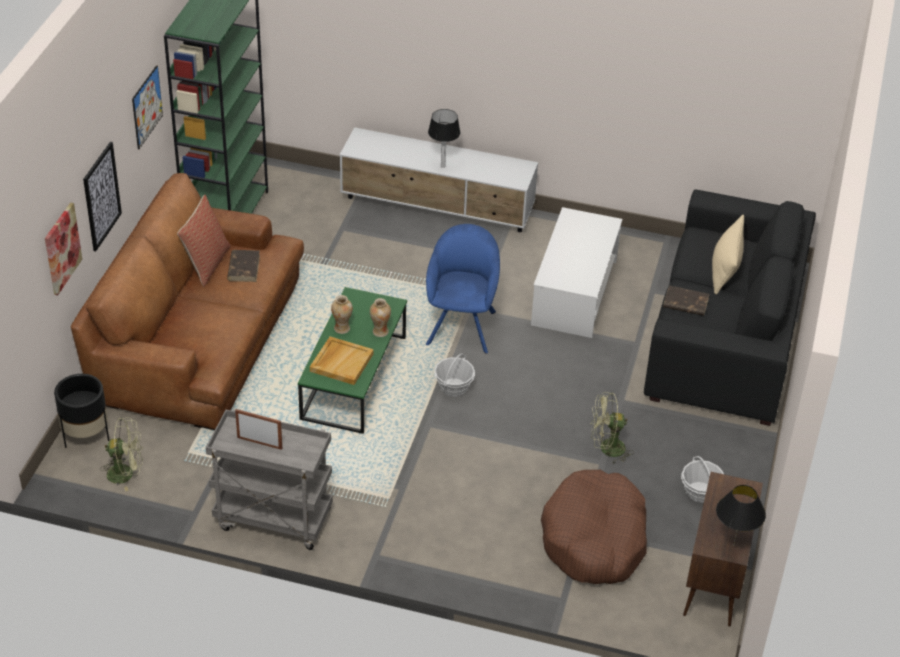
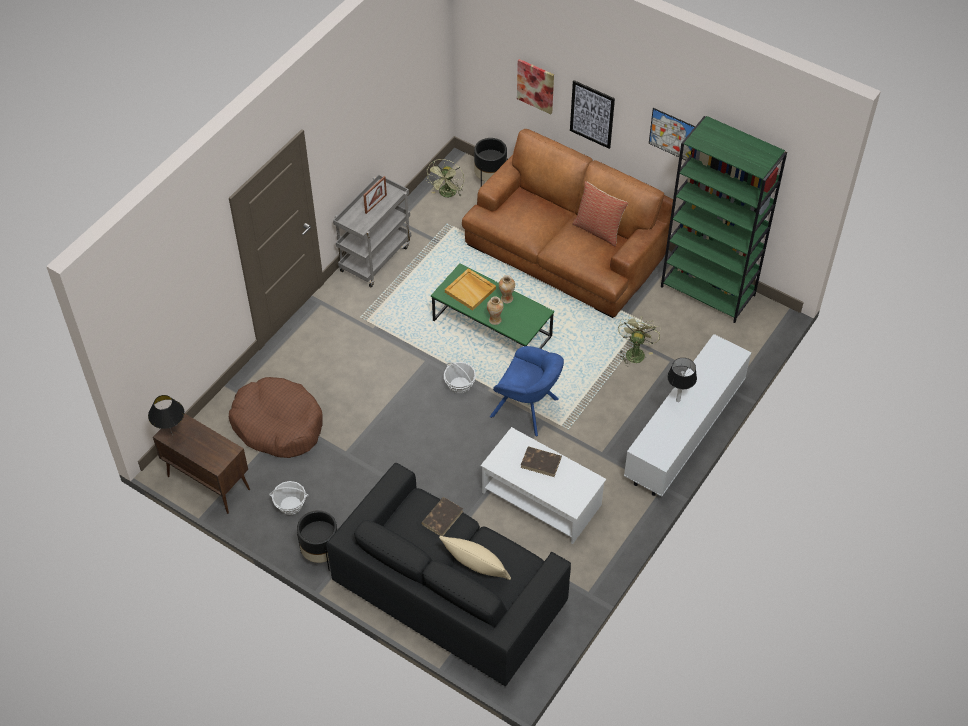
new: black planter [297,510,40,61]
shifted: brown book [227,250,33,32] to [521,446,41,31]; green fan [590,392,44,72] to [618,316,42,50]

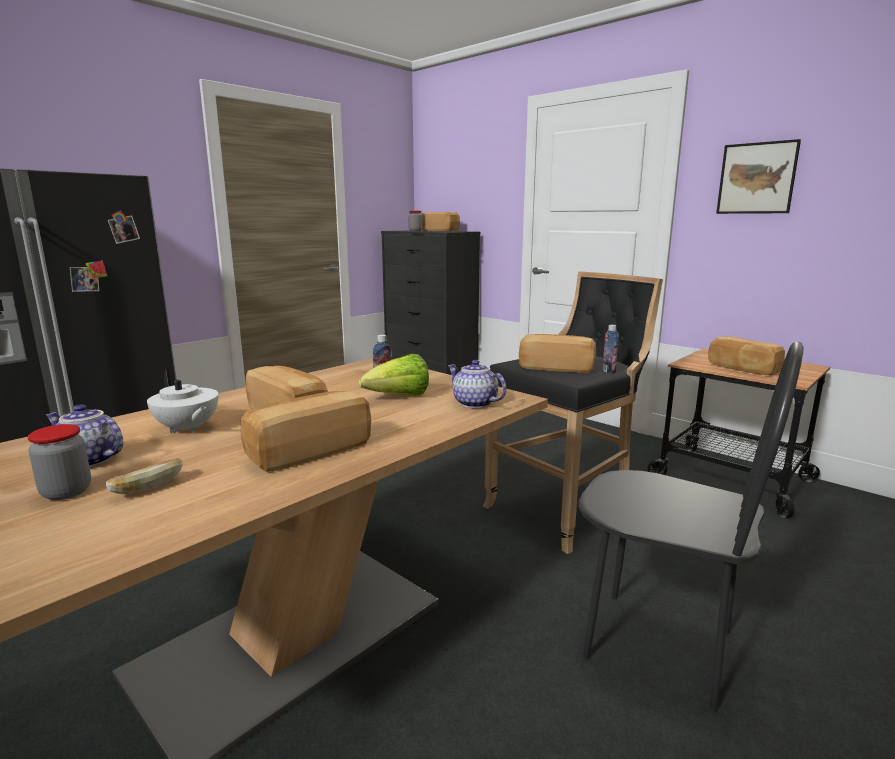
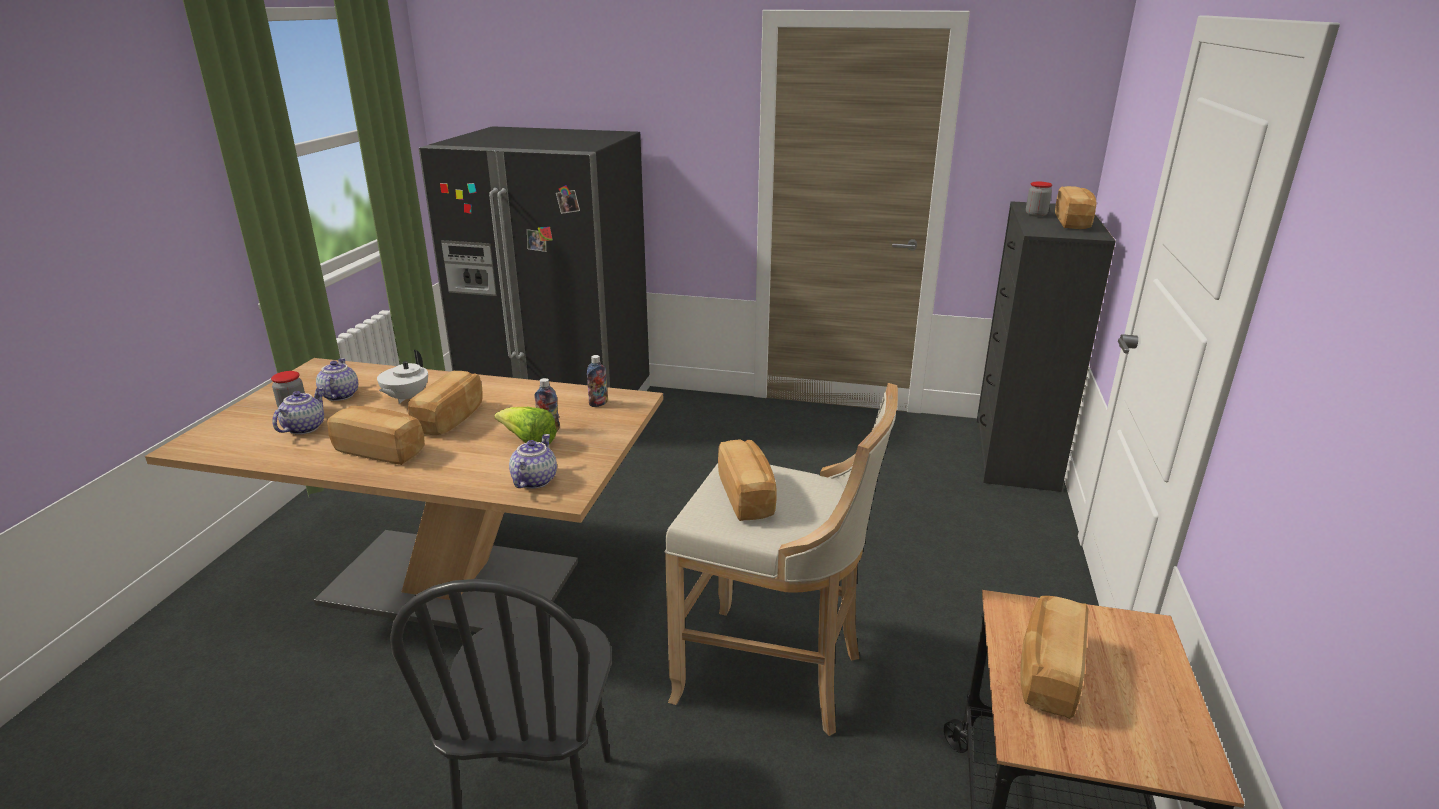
gone: picture [716,139,85,75]
shifted: bottle [602,325,17,49] to [587,355,21,52]
swapped: bread [106,458,77,36] to teapot [272,387,52,48]
repainted: black stool [483,272,180,282] to beige stool [665,383,233,353]

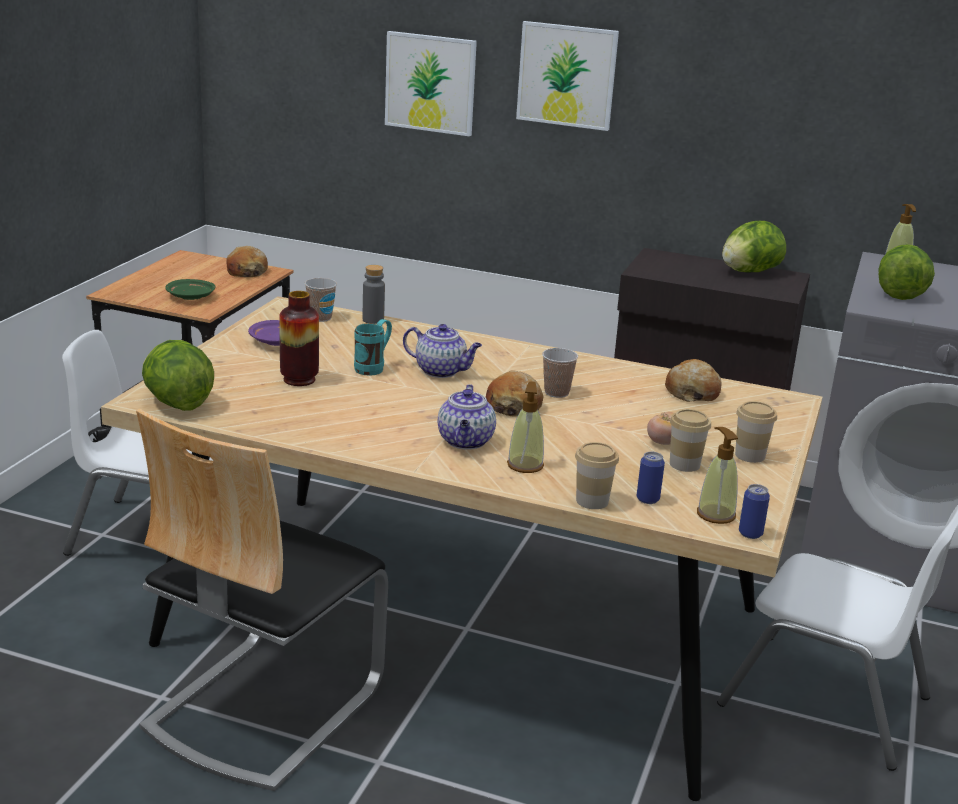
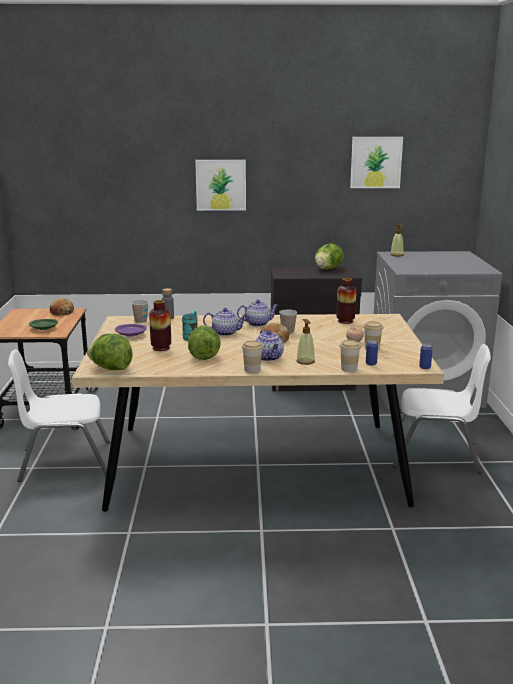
gone: chair [136,409,252,382]; soap dispenser [697,427,41,97]
new: teapot [237,300,41,27]
shifted: picture [385,31,92,105] to [350,137,53,51]; cup [735,401,42,62] to [242,340,21,33]; lettuce [878,244,57,56] to [188,325,33,35]
swapped: bread [665,359,56,43] to vase [337,278,19,46]

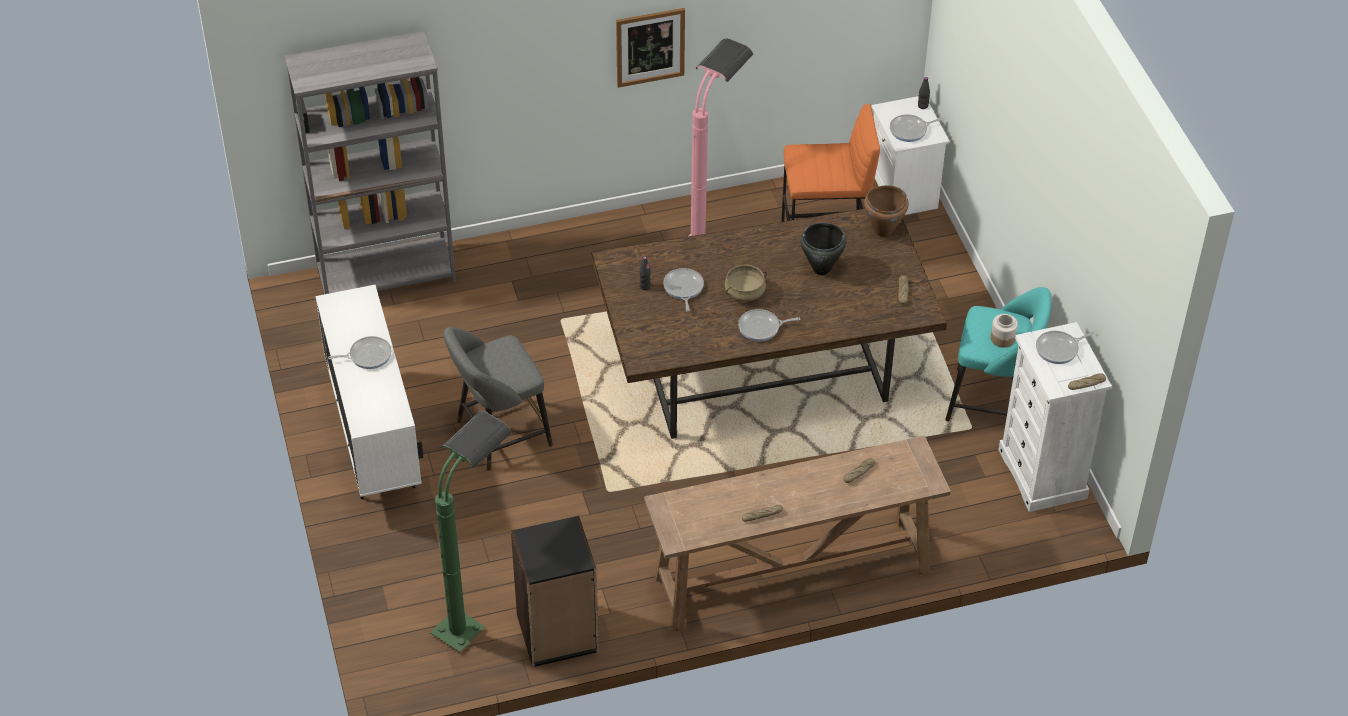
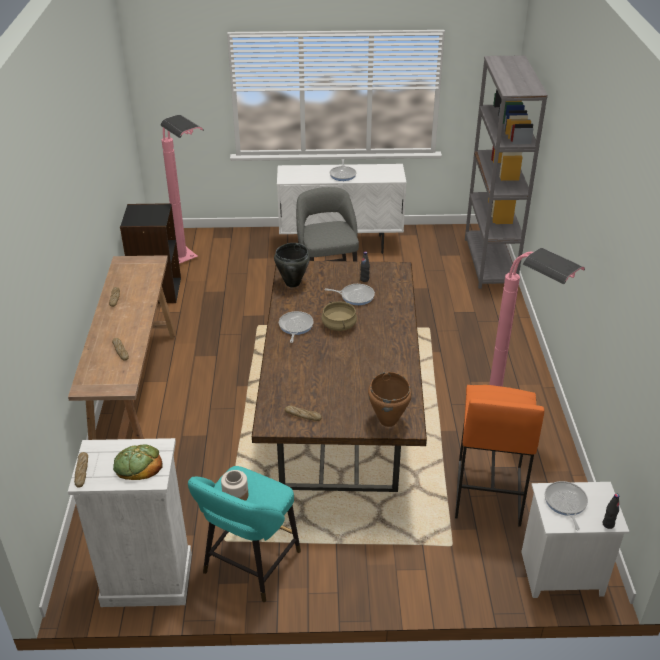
gone: picture [616,8,69,80]
shifted: black cooking pot [800,223,47,52] to [274,243,36,45]
swapped: frying pan [1036,331,59,33] to bread [113,445,50,35]
repainted: green floor lamp [430,411,82,241] to pink floor lamp [160,115,44,149]

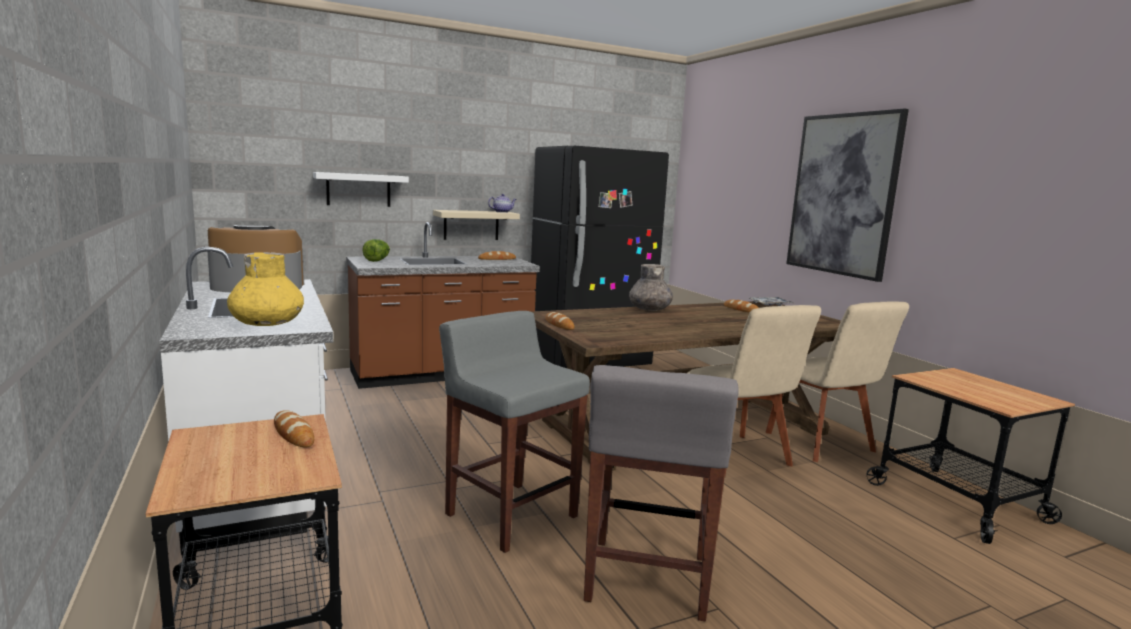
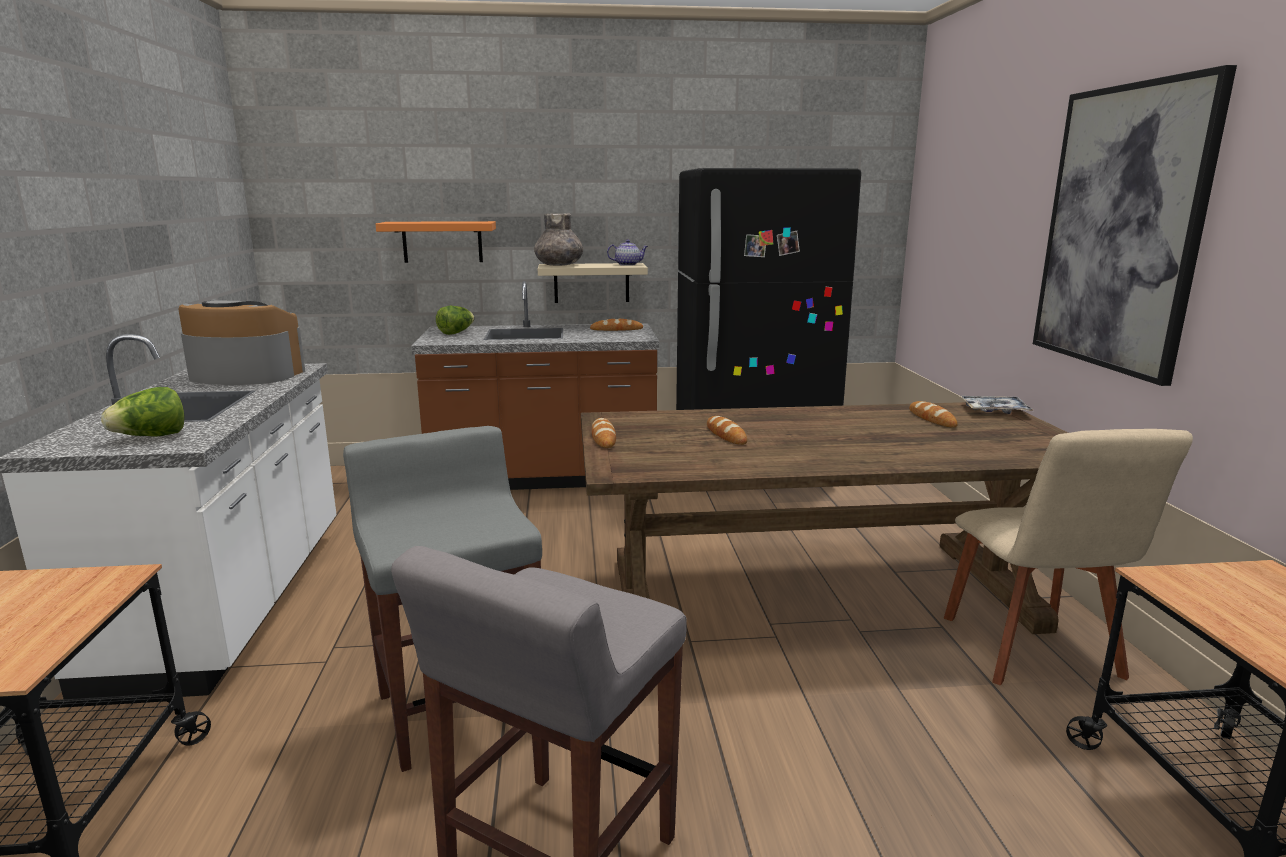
gone: beige chair [688,305,133,170]
shifted: bread [274,410,40,38] to [707,416,40,29]; grey vase [629,264,44,47] to [534,213,49,53]
swapped: yellow vase [227,252,77,74] to lettuce [101,387,83,50]
repainted: white shelf [313,172,96,35] to orange shelf [376,221,120,42]

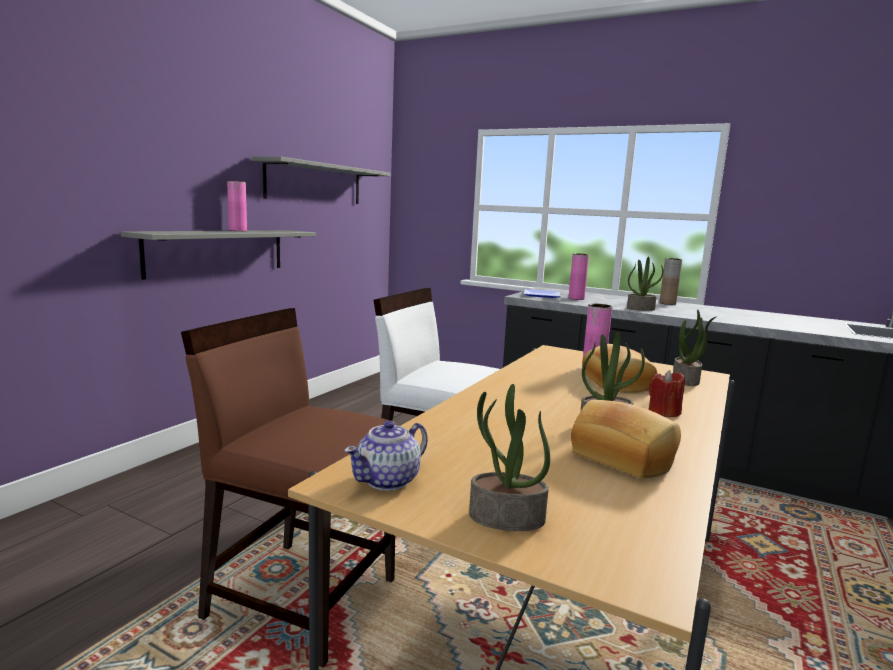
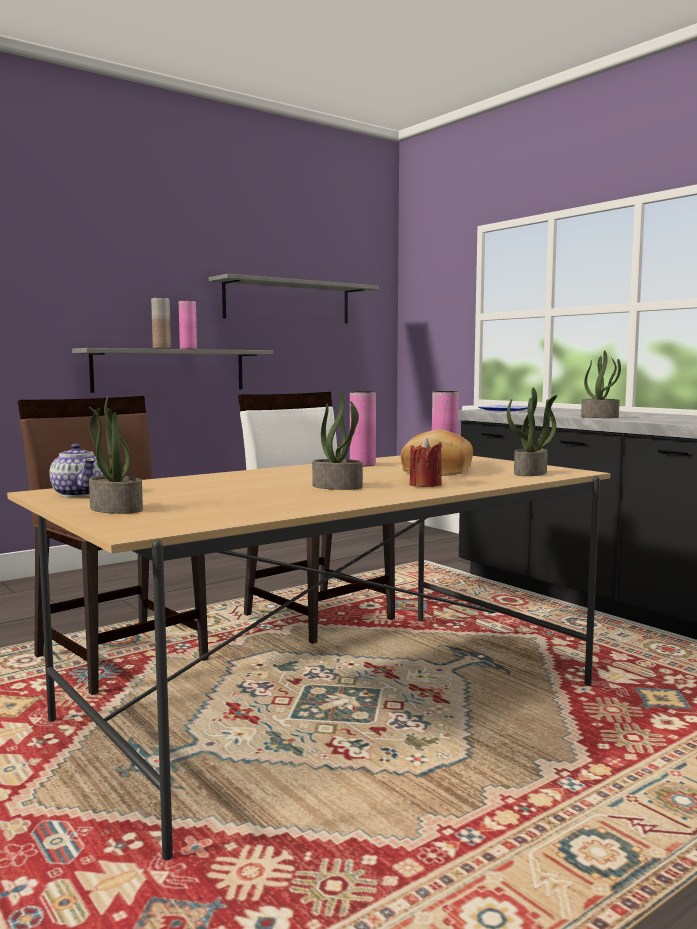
gone: bread [571,400,110,78]
shifted: pink vase [568,253,21,47] to [350,391,26,75]; brown vase [659,258,23,47] to [151,297,20,52]
rotated: teapot [344,420,84,71] = [50,444,54,53] 105 degrees counterclockwise

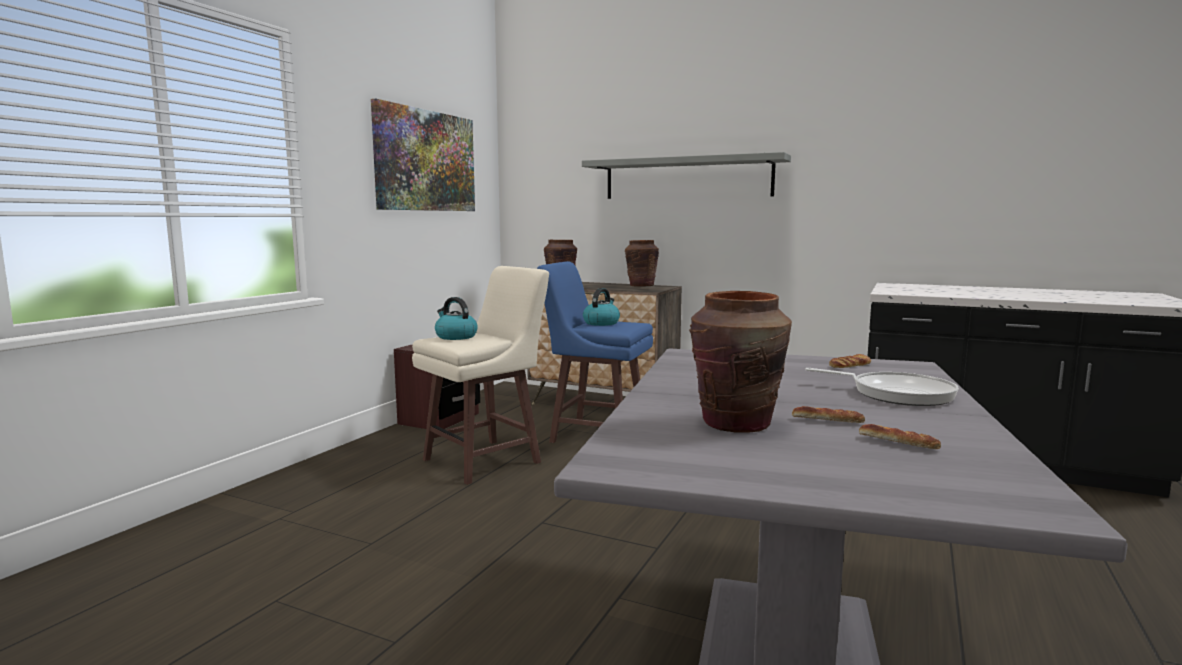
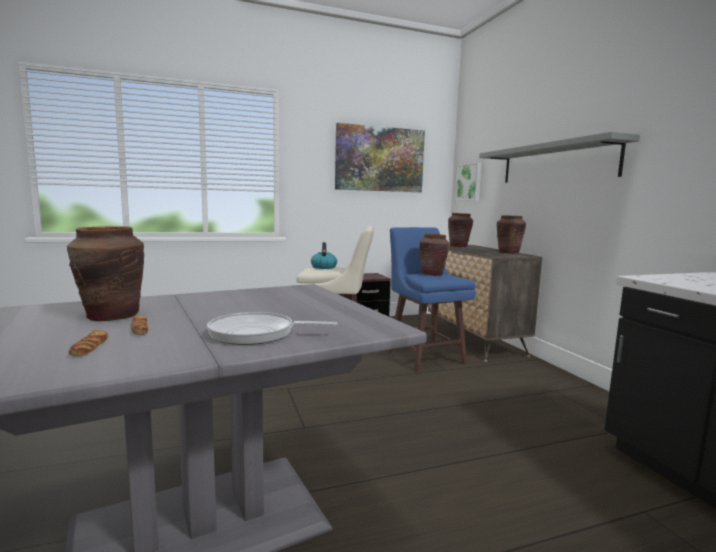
gone: bread [829,354,42,14]
new: picture [455,162,27,39]
swapped: kettle [583,288,37,38] to brown vase [420,234,30,42]
rotated: frying pan [805,368,154,38] = [207,312,131,33] 105 degrees clockwise

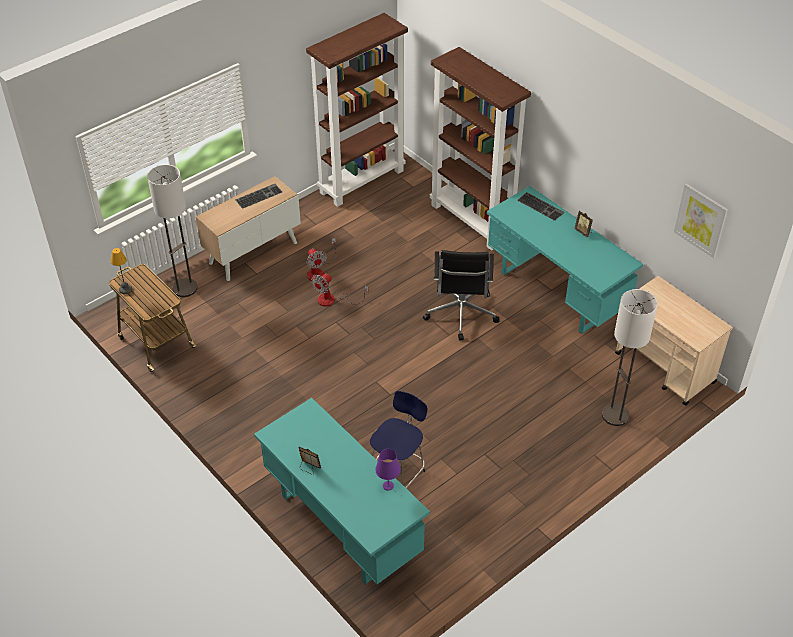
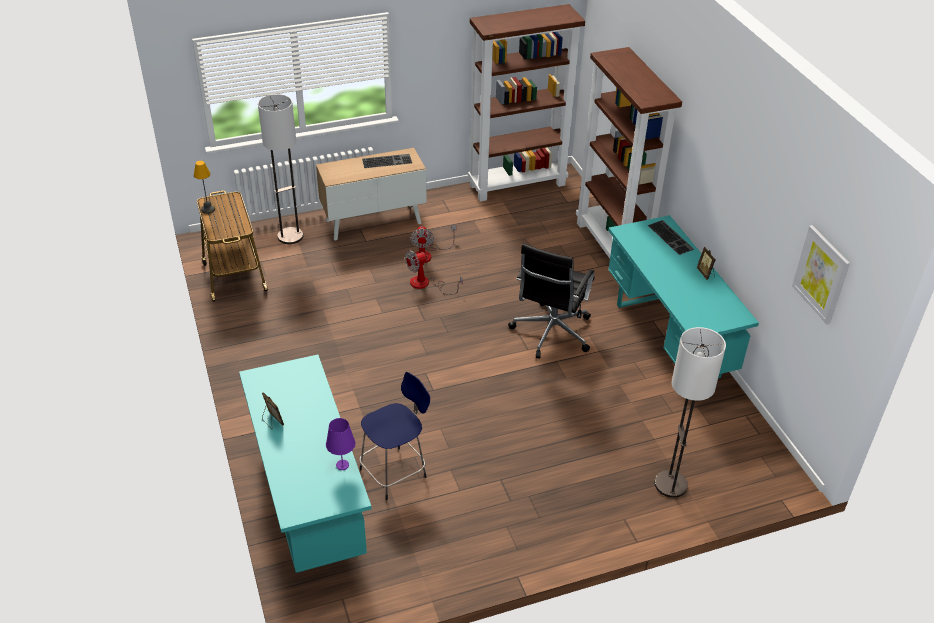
gone: beige cart [615,276,118,130]

